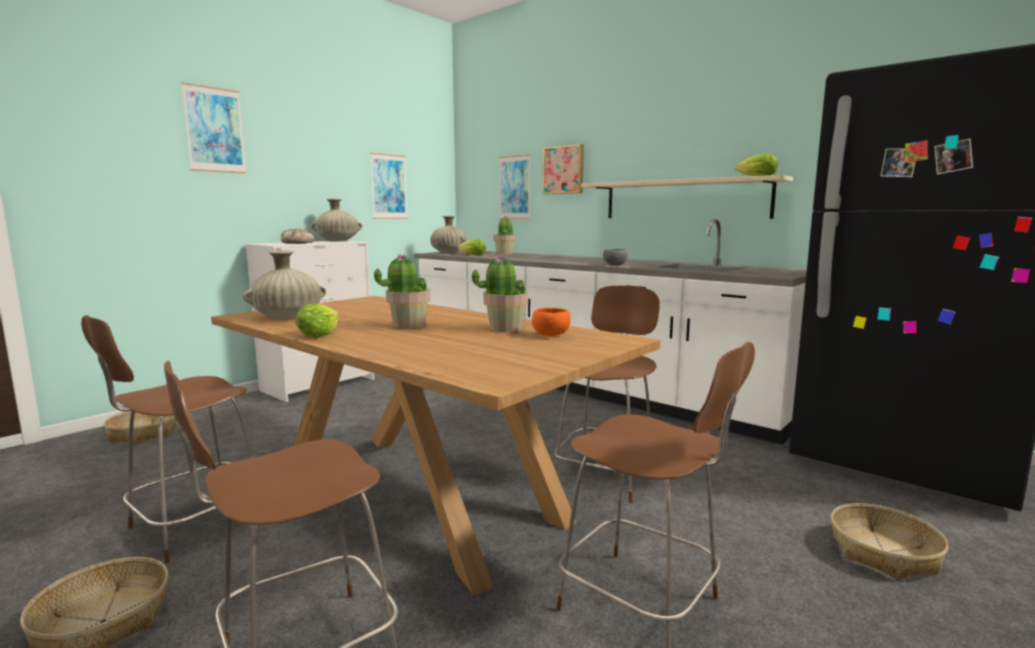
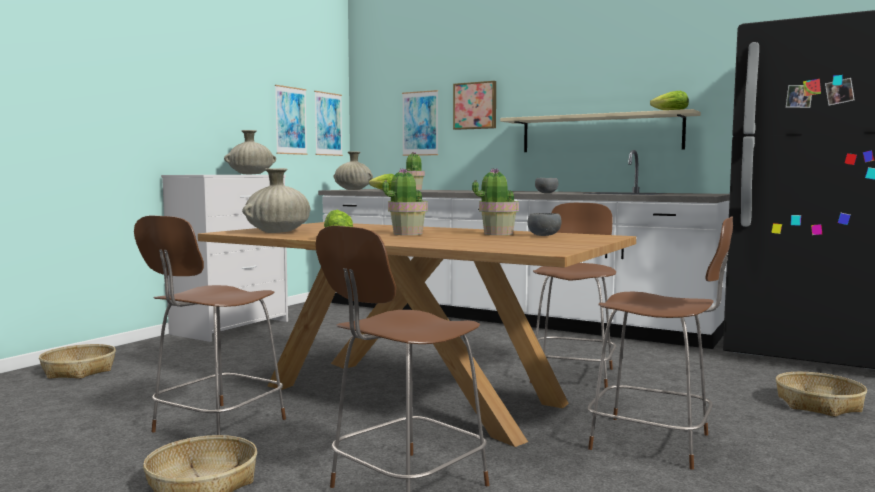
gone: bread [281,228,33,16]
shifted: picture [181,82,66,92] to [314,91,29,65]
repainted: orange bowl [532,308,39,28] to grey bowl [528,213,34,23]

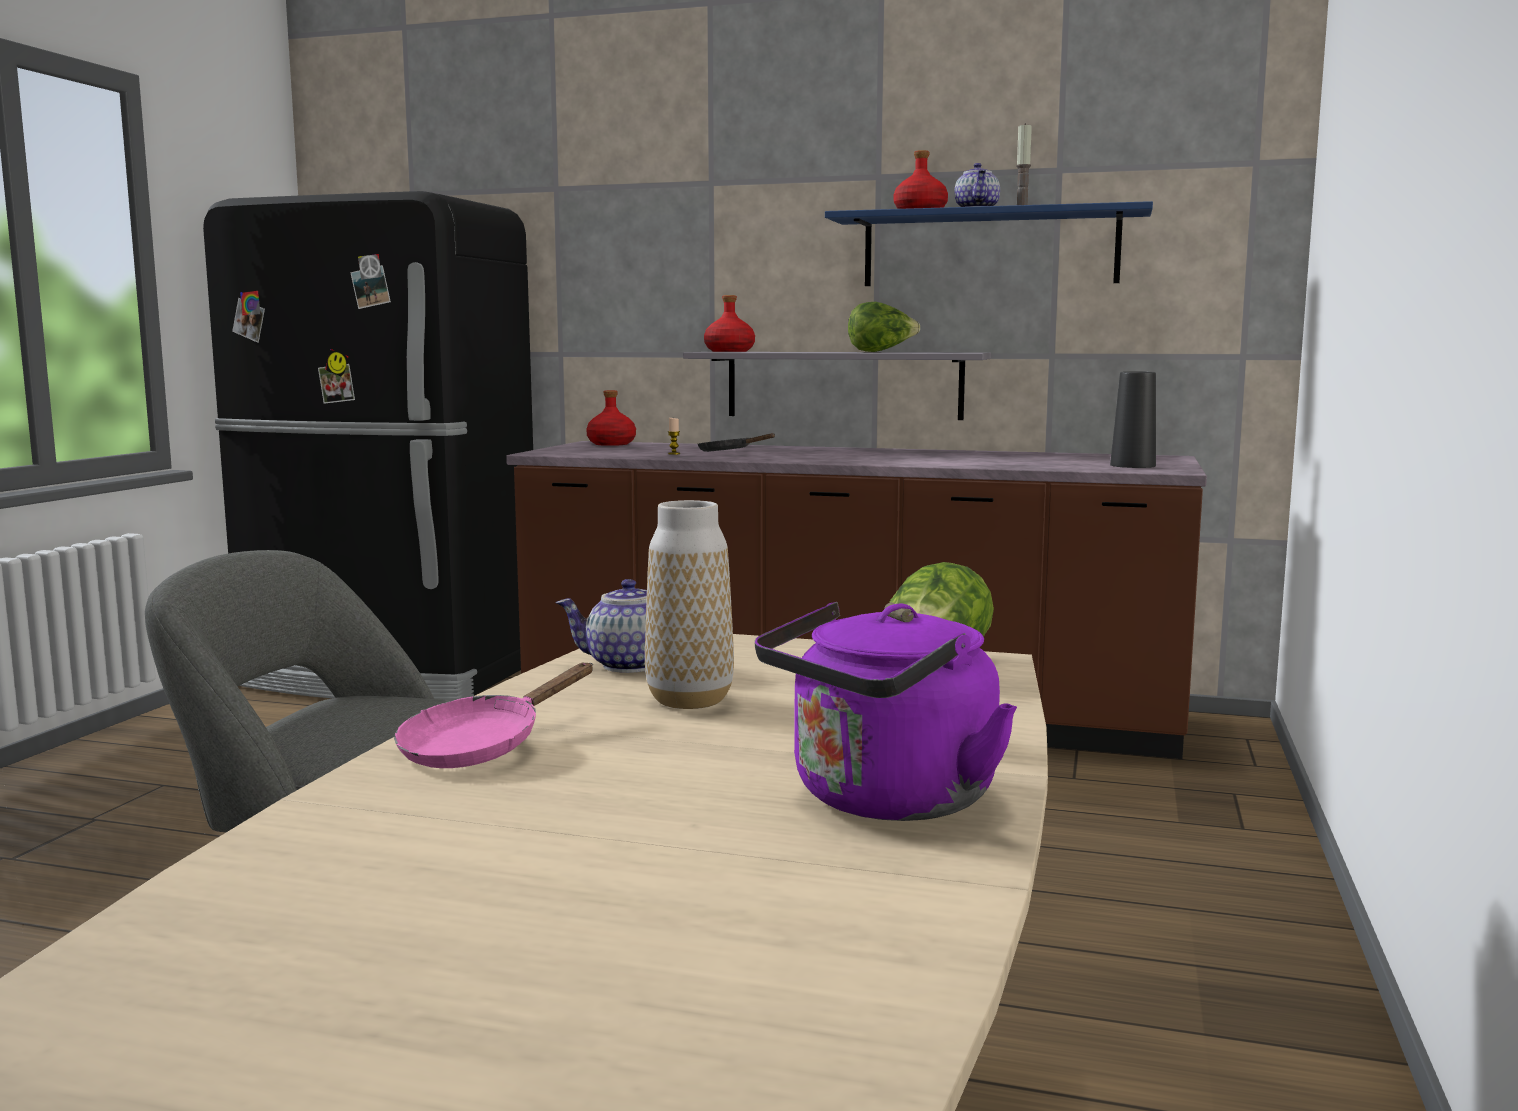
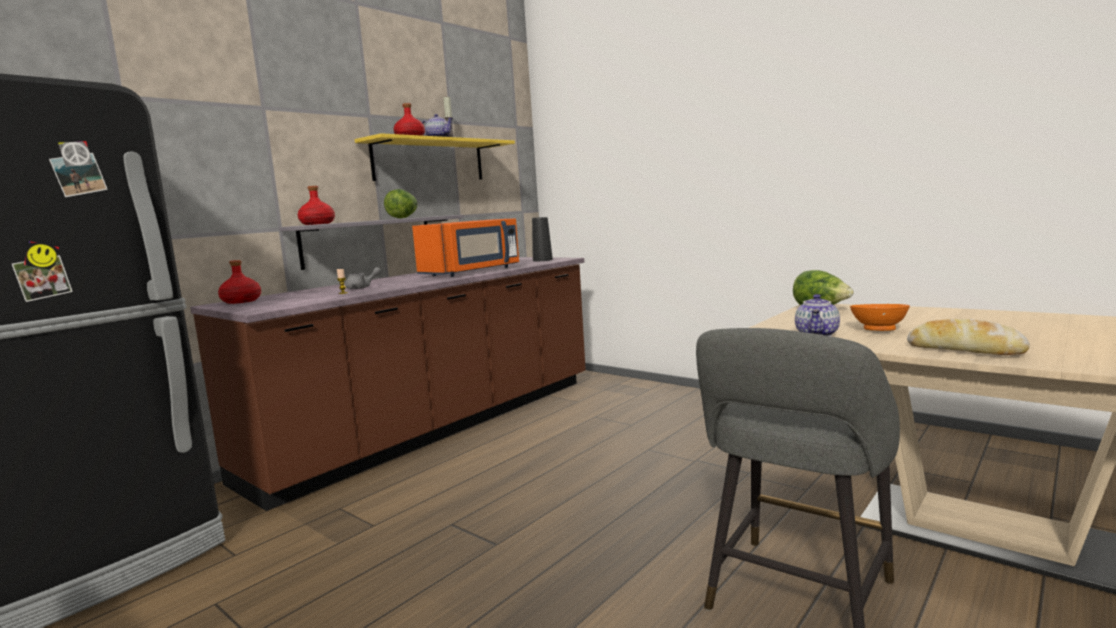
gone: purple kettle [755,602,262,219]
new: orange microwave [412,218,107,59]
swapped: pink frying pan [394,663,199,105] to bread [907,319,123,36]; vase [645,500,89,209] to orange bowl [850,304,60,27]; black frying pan [698,433,77,19] to grey teapot [345,267,36,22]
repainted: blue shelf [825,201,328,85] to yellow shelf [355,133,160,48]

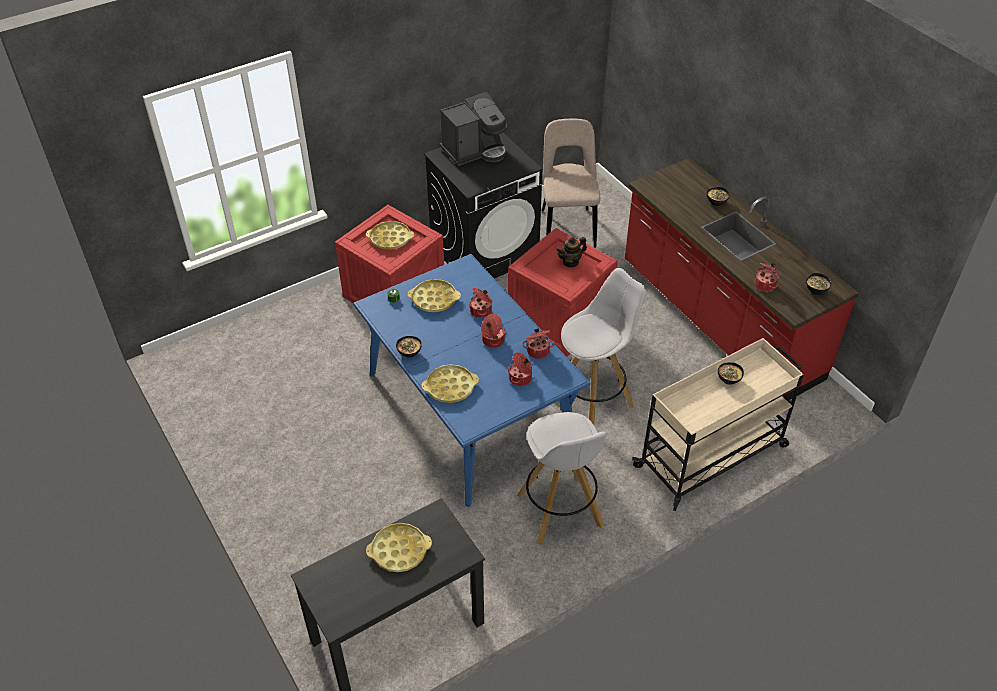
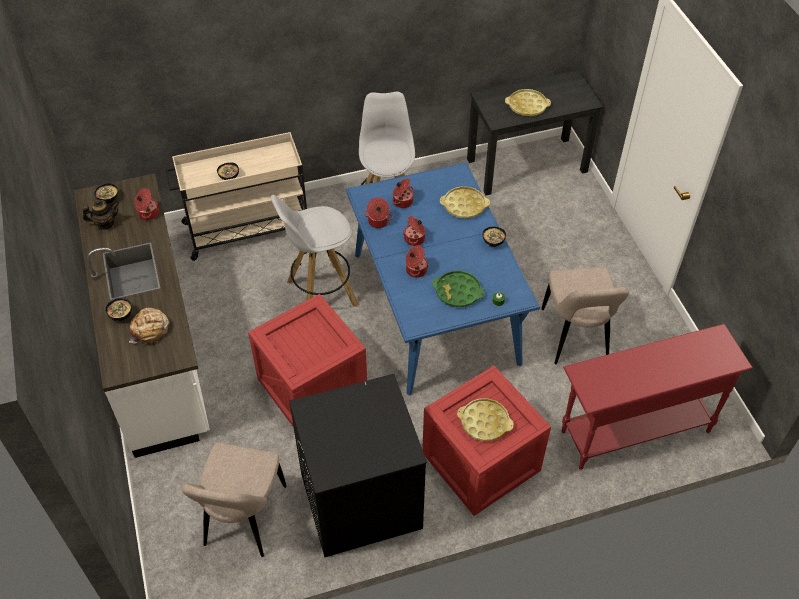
gone: coffee machine [439,92,68,74]
new: bread [129,308,40,36]; beige chair [541,267,88,98]; red console table [561,324,192,146]
shifted: teapot [556,237,31,31] to [82,199,37,31]
repainted: yellow tray [408,279,53,33] to green tray [432,271,53,36]; red counter [625,158,234,242] to white counter [74,173,136,285]

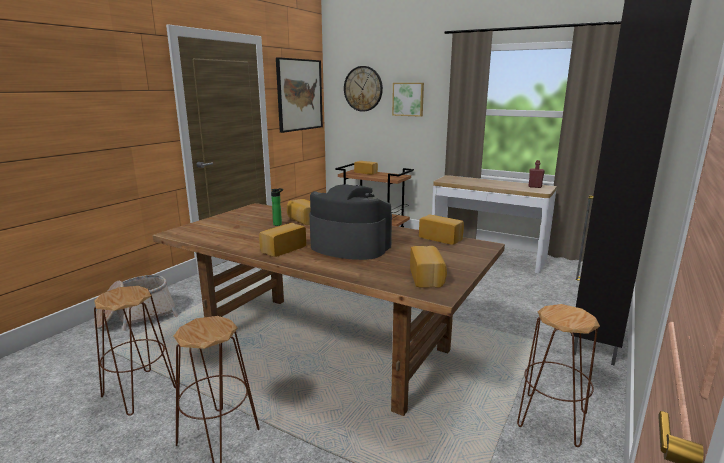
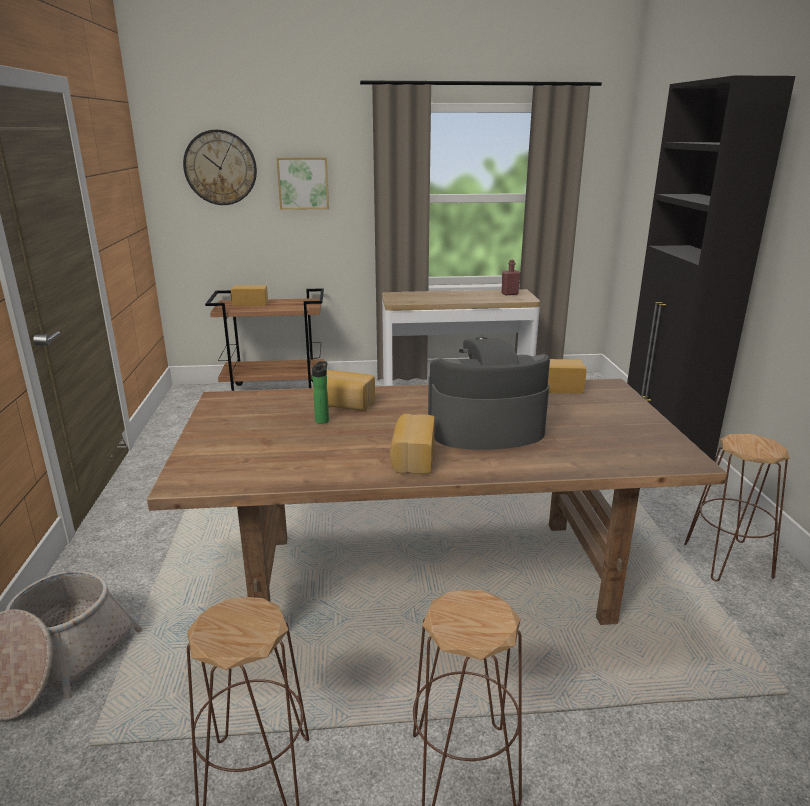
gone: picture [276,57,47,76]; bread [410,246,37,42]

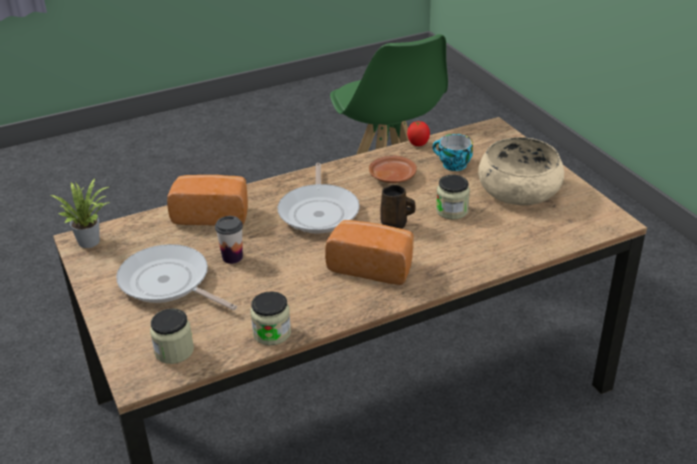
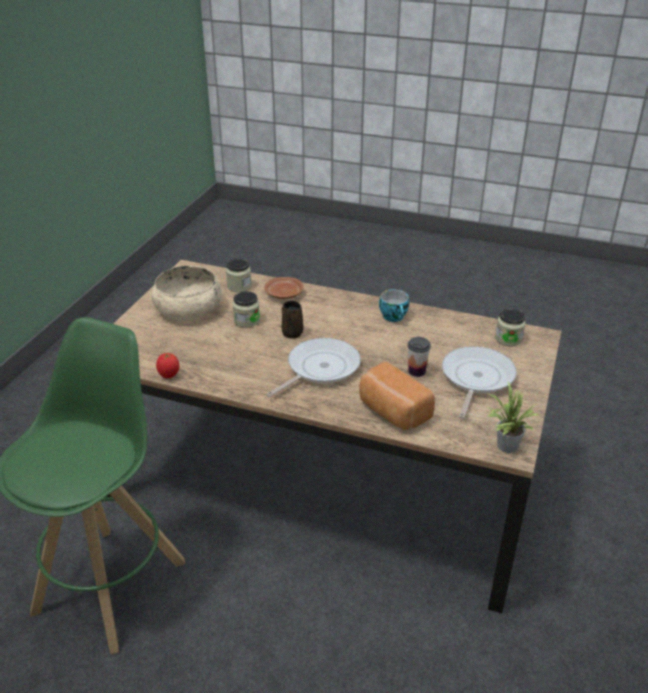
gone: bread [325,220,89,65]
shifted: jar [251,291,40,54] to [226,259,26,33]; brown plate [369,156,48,27] to [264,277,40,22]; cup [432,134,41,37] to [379,289,30,33]
rotated: frying pan [116,244,121,66] = [442,346,75,73] 150 degrees counterclockwise

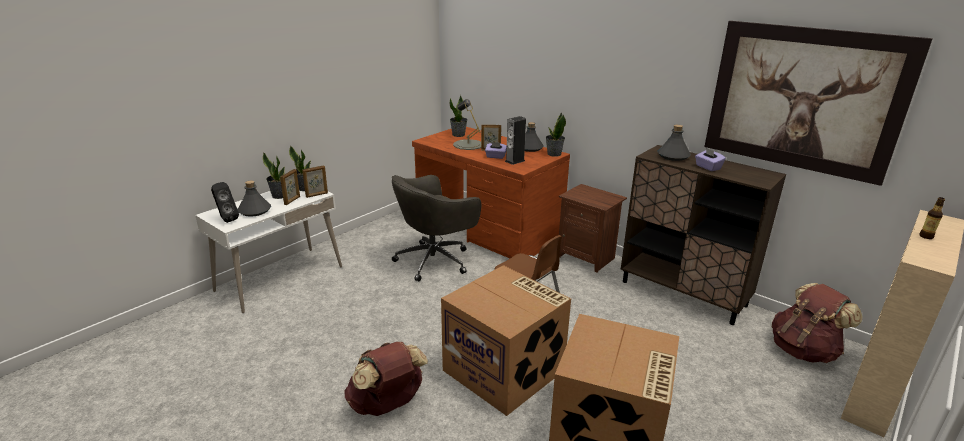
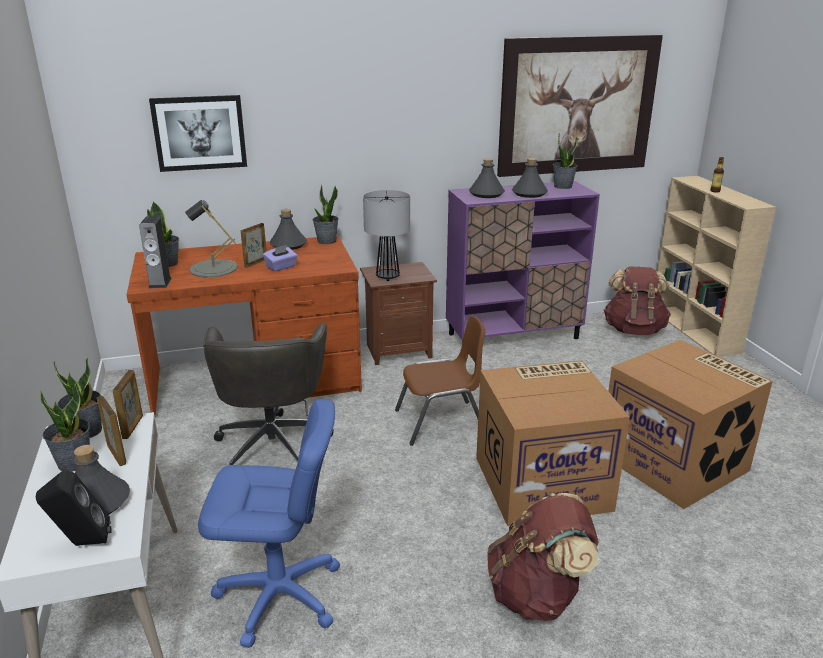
new: picture [149,95,98,77]; blue office chair [198,399,142,249]; table lamp [363,190,47,91]; potted plant [553,133,25,56]
shifted: speaker [505,116,21,49] to [139,216,33,73]
swapped: purple tissue box [695,148,31,23] to grey bottle [512,158,36,40]
repainted: brown cabinet [621,145,165,180] to purple cabinet [446,181,154,161]

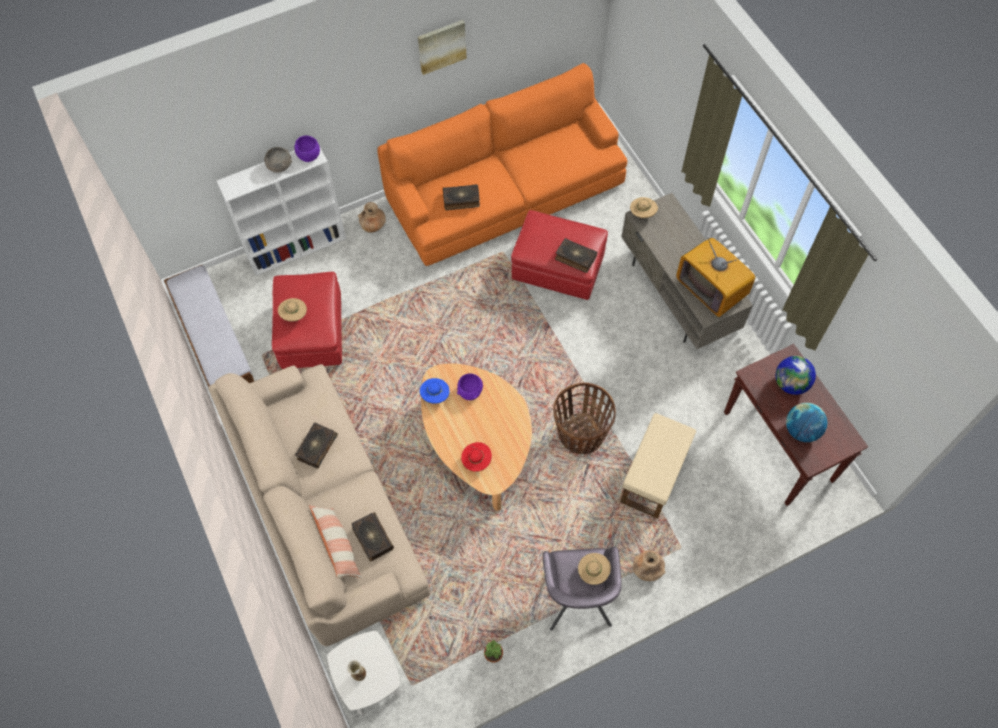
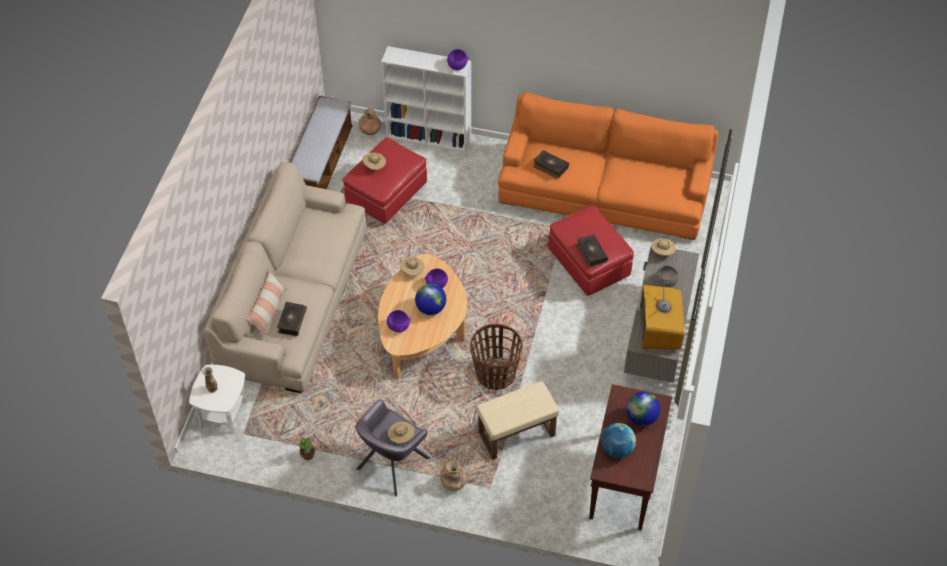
gone: book [295,423,43,46]; picture [418,20,49,55]
new: globe [415,284,31,31]
shifted: grey bowl [264,147,28,26] to [656,265,23,22]; brown vase [358,202,28,31] to [358,108,24,27]
swapped: red hat [461,442,31,30] to purple bowl [387,310,24,22]
repainted: blue hat [420,378,30,26] to beige hat [400,257,25,19]

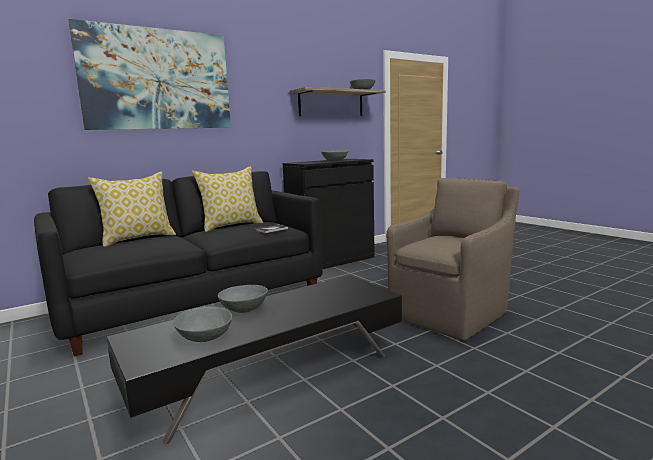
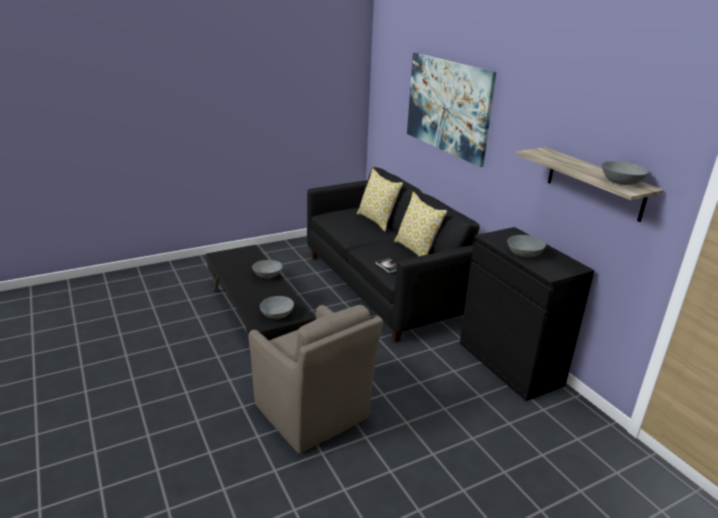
shifted: grey bowl [173,307,59,35] to [260,296,34,23]

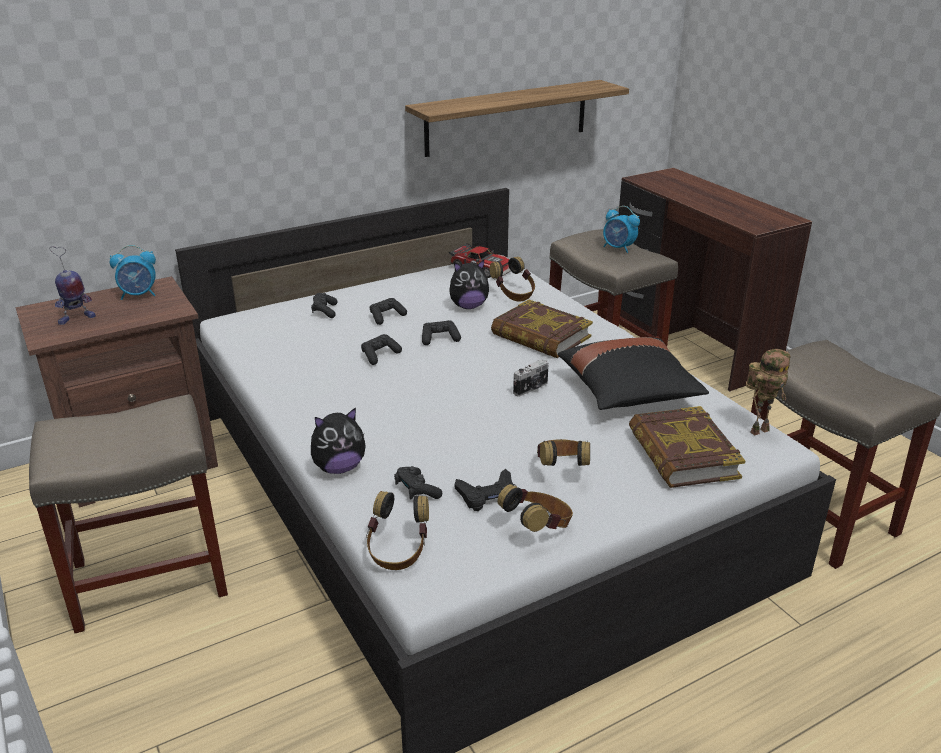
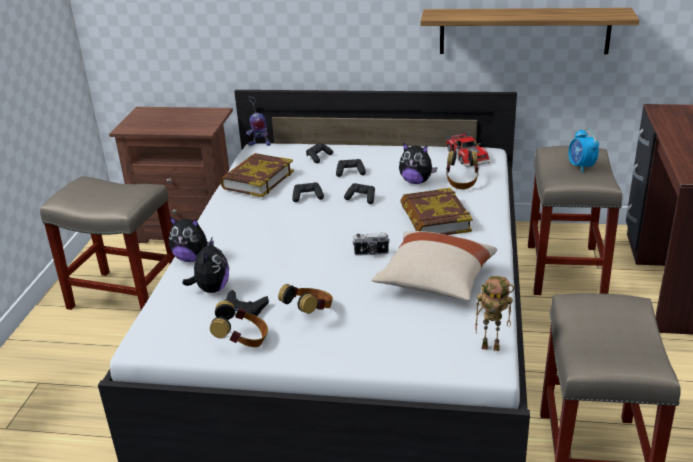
gone: alarm clock [110,245,46,55]; headphones [366,491,63,79]
shifted: toy robot [49,246,47,79] to [246,96,25,50]; book [629,406,116,82] to [220,153,74,44]
swapped: black game controller [394,466,48,33] to plush toy [182,238,47,55]
repainted: black pillow [558,337,151,73] to beige pillow [372,231,125,70]

